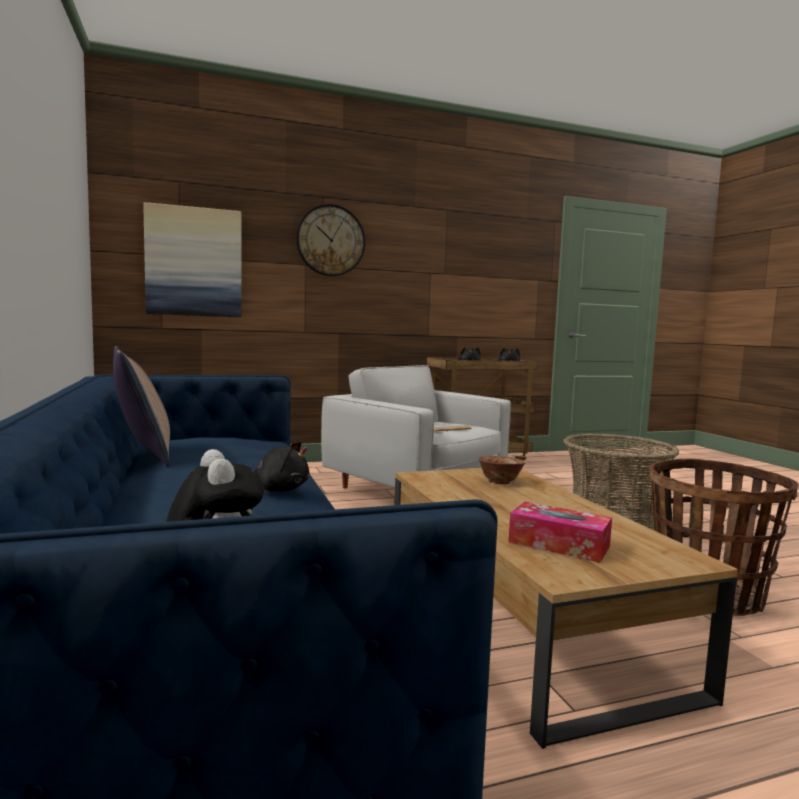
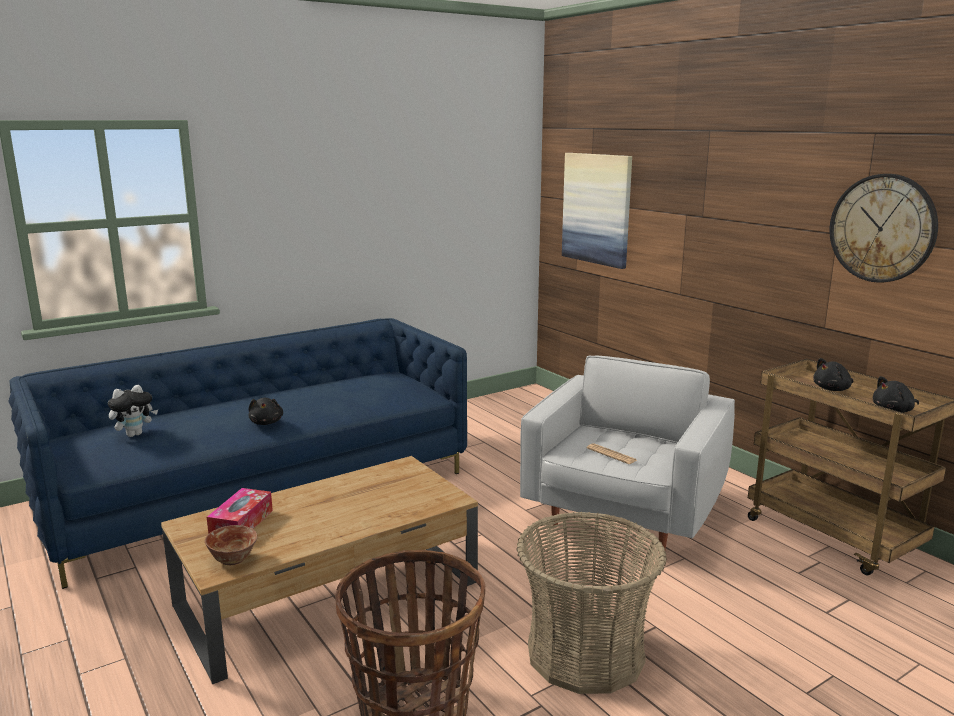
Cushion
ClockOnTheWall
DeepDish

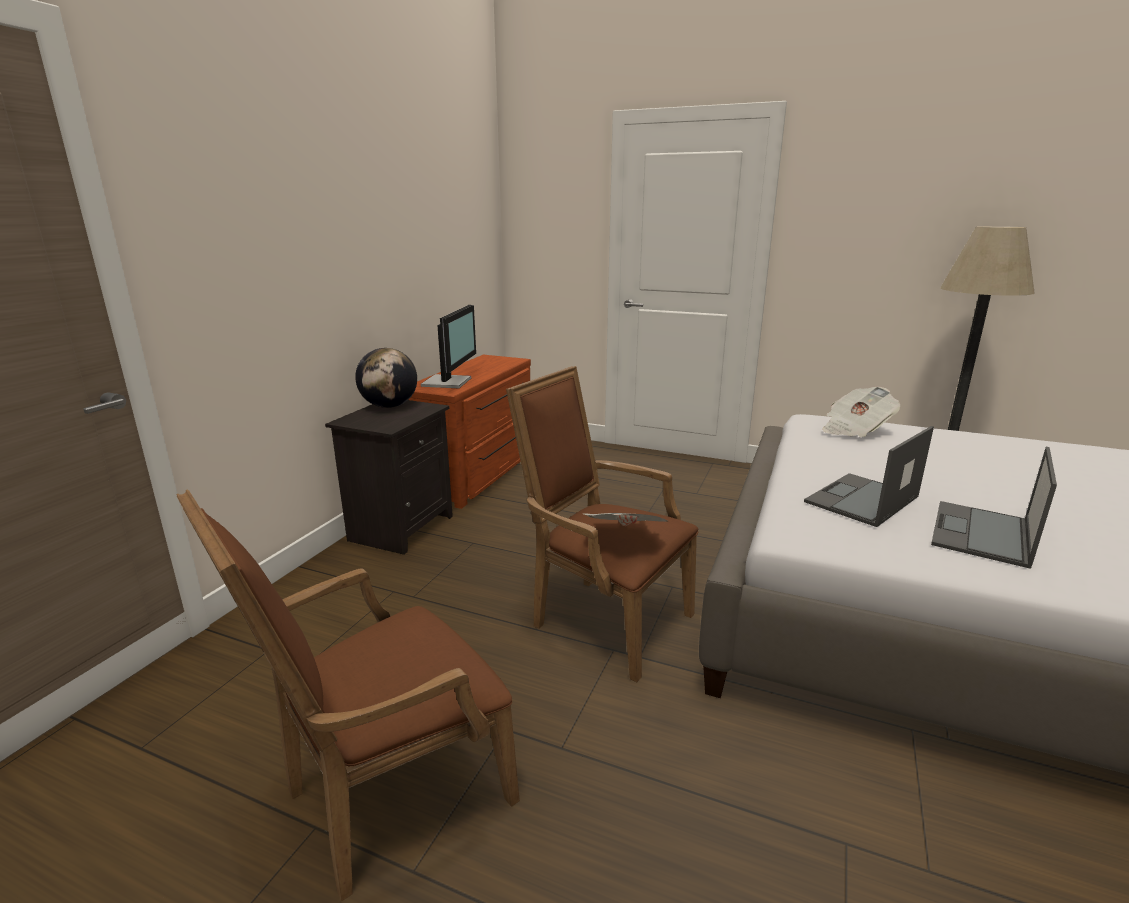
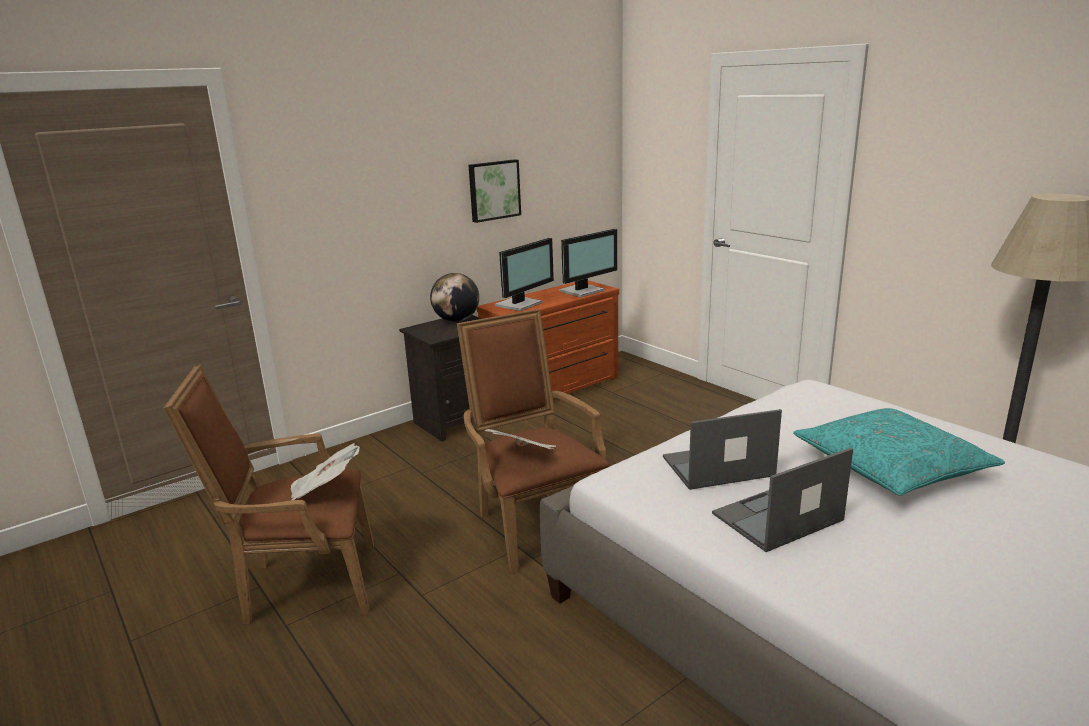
DailyPaper (1st from left)
WallPicture
Monitor (2nd from left)
BlueGreenCushion

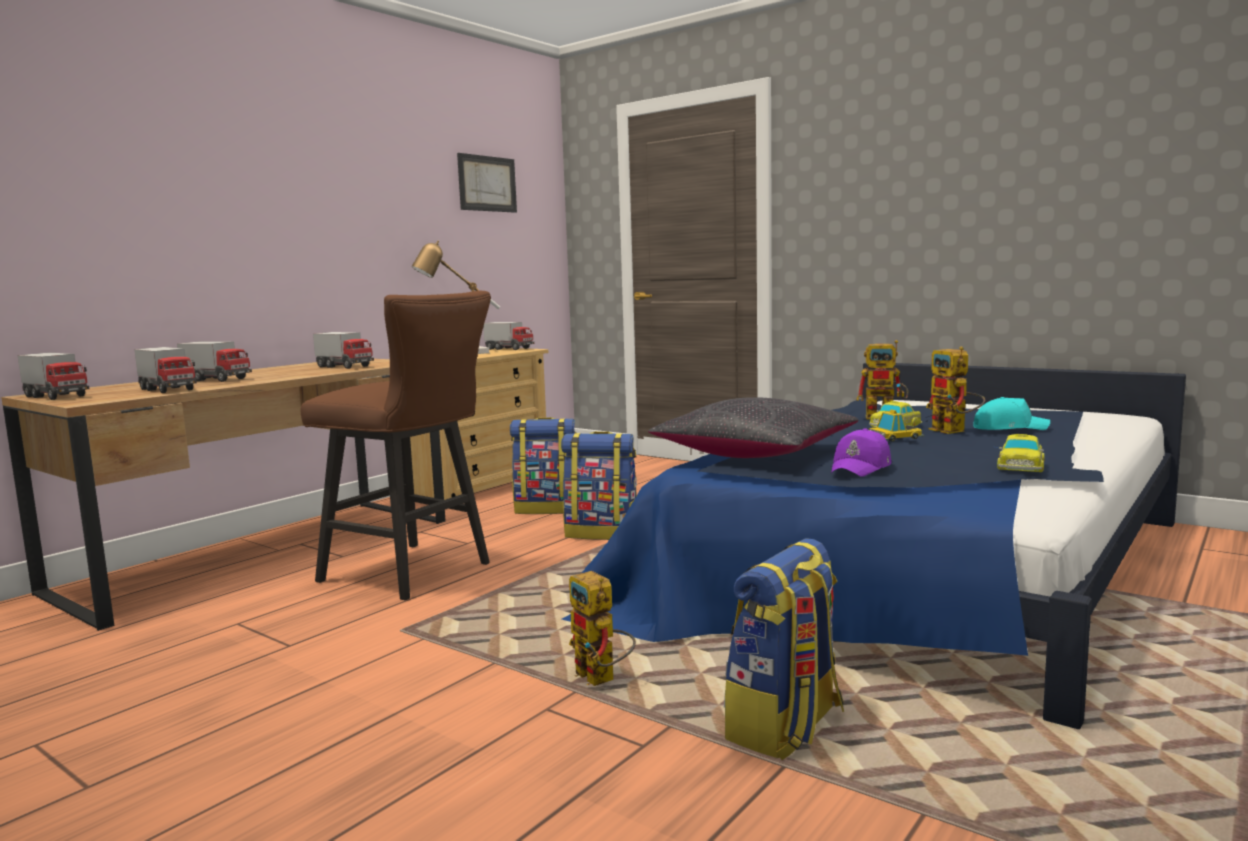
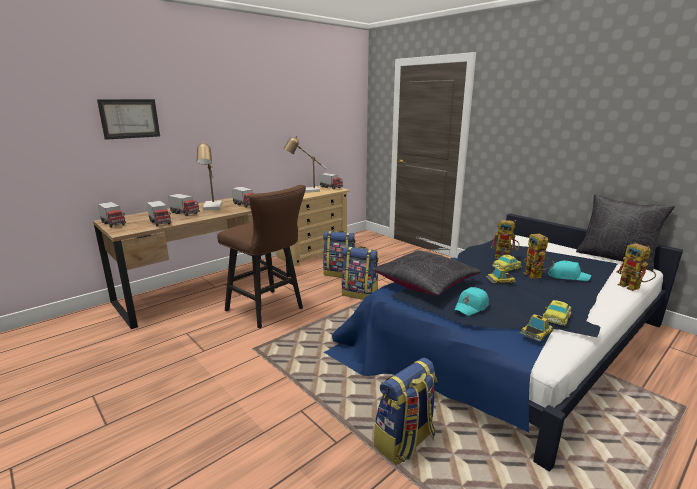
WallPicture
ToyRobot (3rd from left)
BlueGreenBaseballCap (1st from left)
LampForATable (1st from left)
ToyCar (3rd from left)
BlackishCushion (2nd from left)

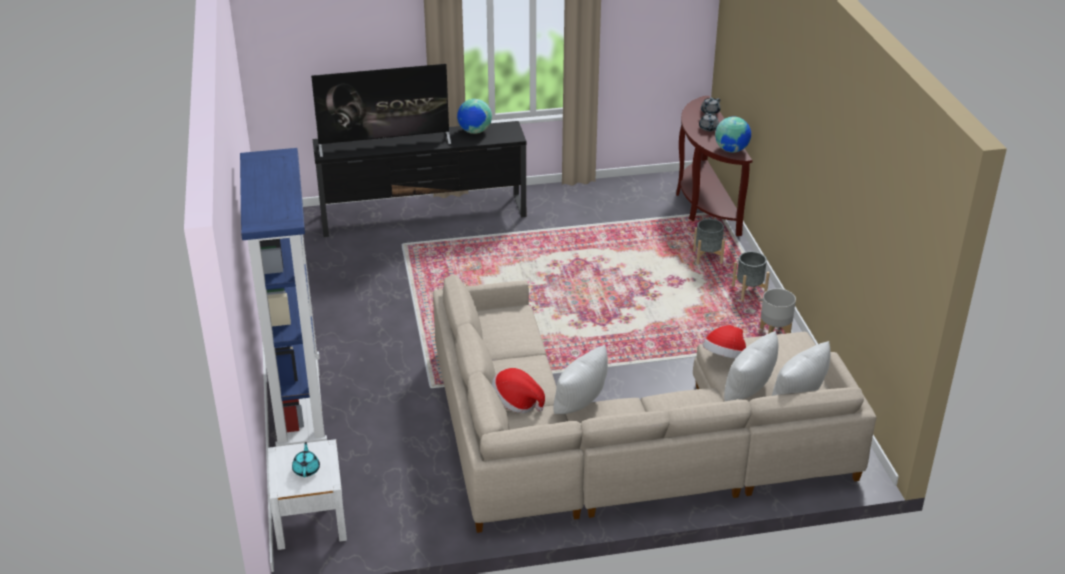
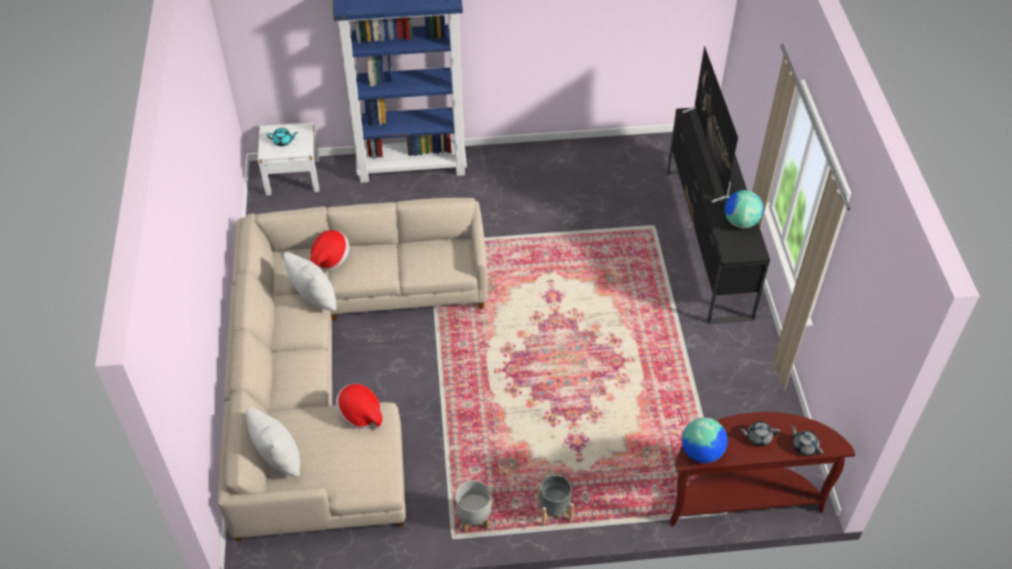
GreyFlowerPot (1st from left in the first image)
WhiteColouredCushion (2nd from left in the first image)

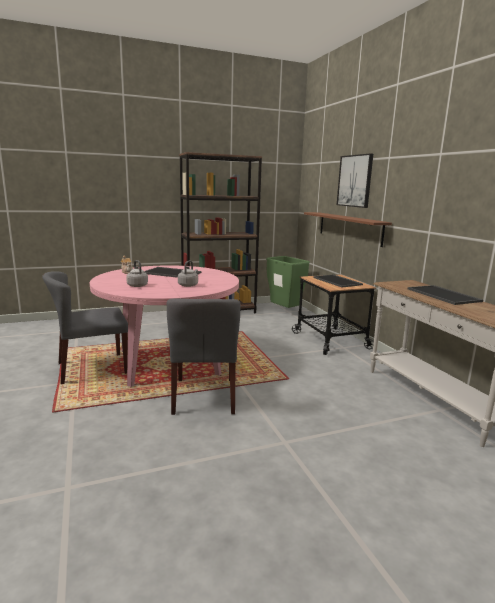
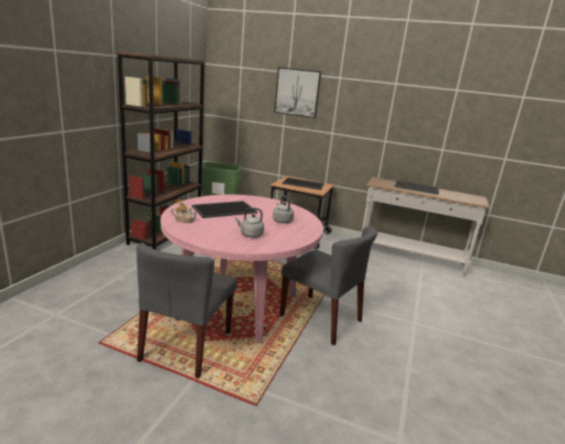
BrownShelf

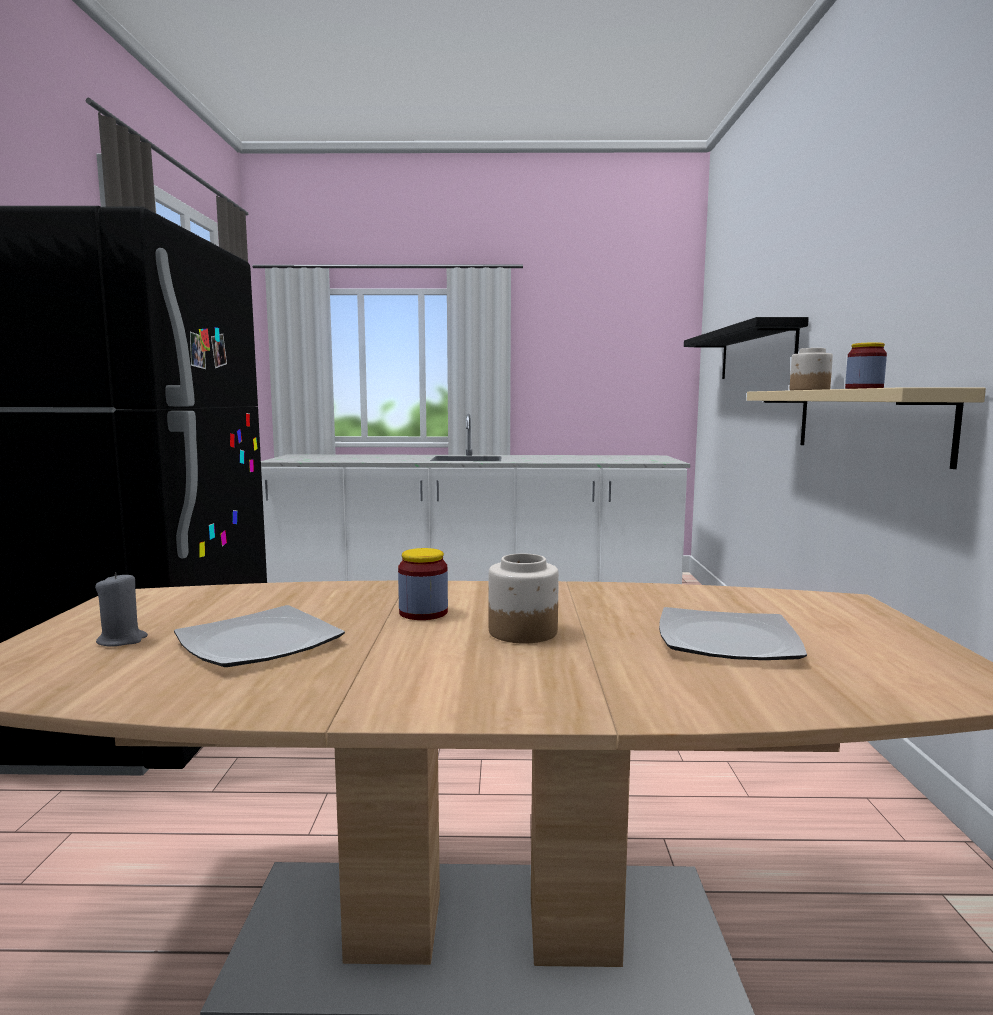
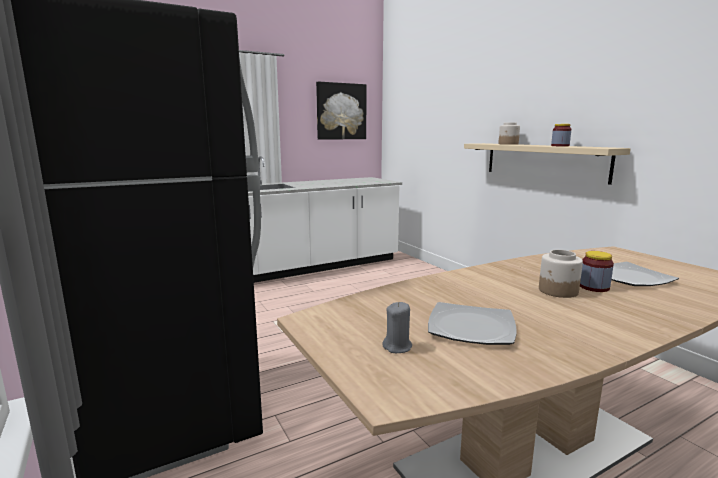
PreserveJar (4th from left)
BlackishShelf
WallPicture

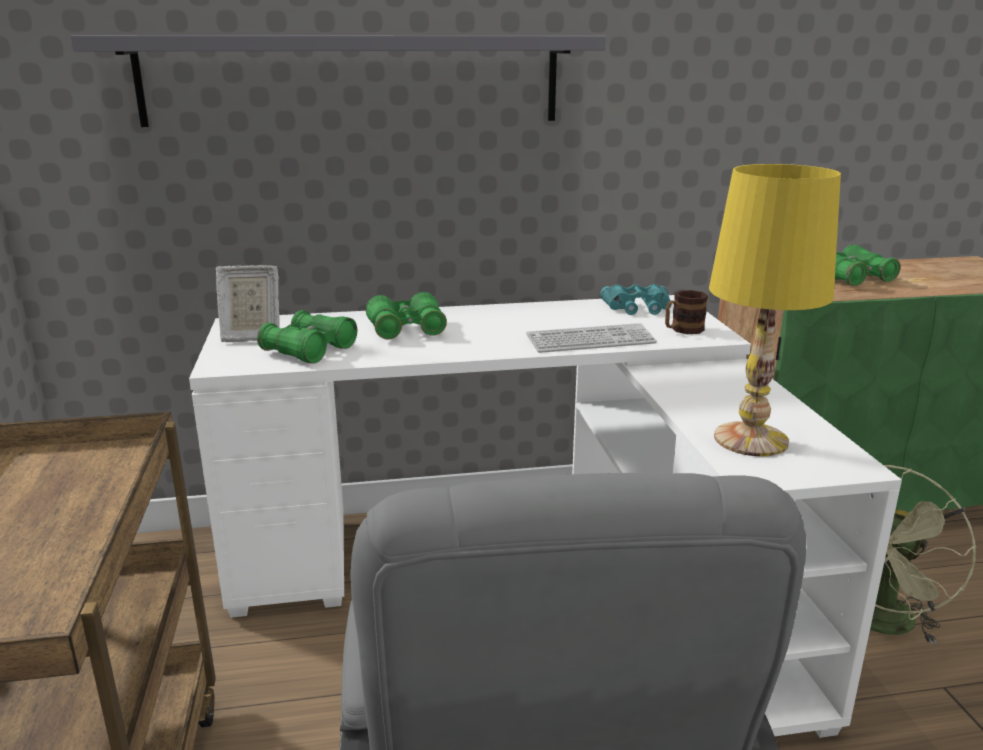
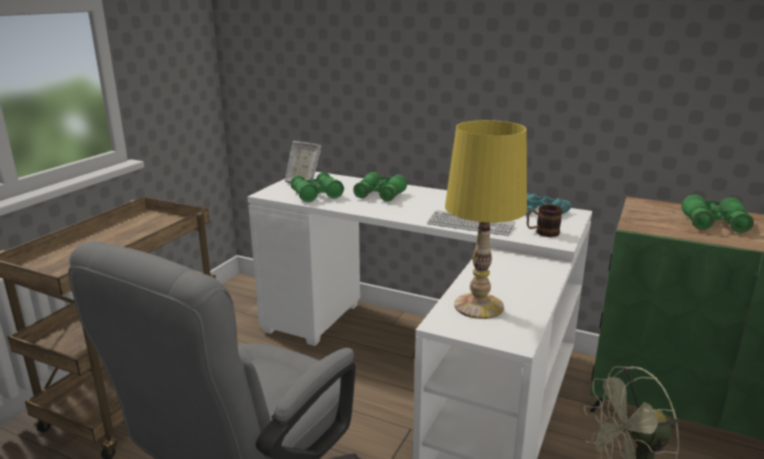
GreyShelf

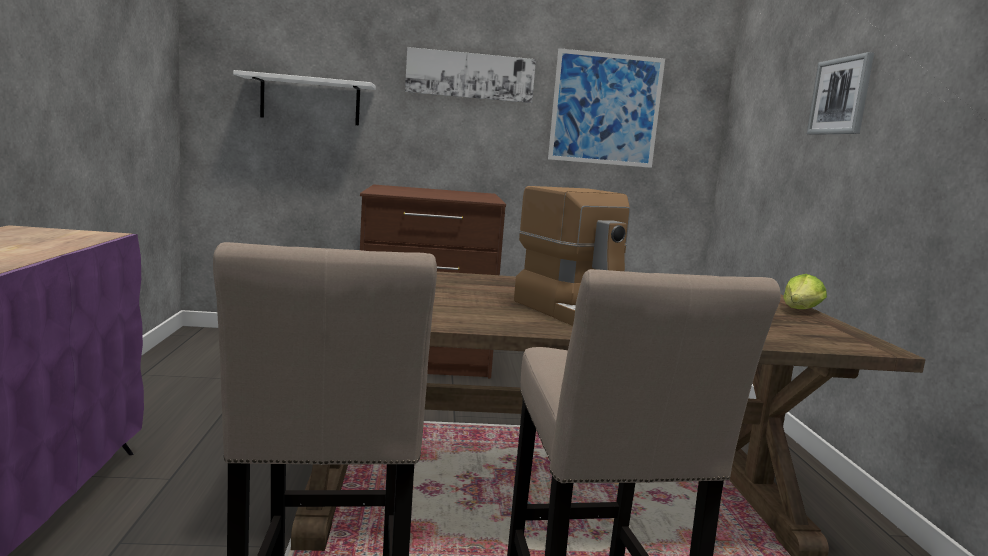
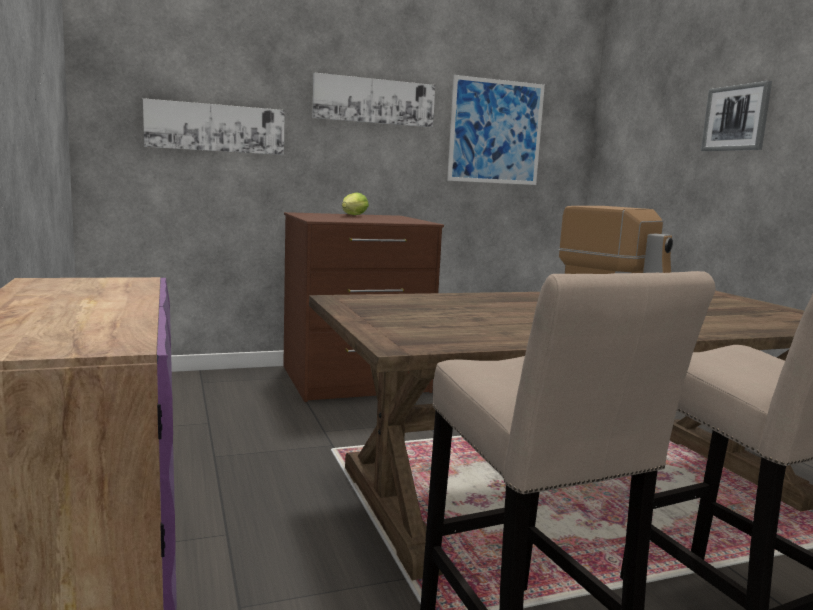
WallPicture (1st from left)
Lettuce

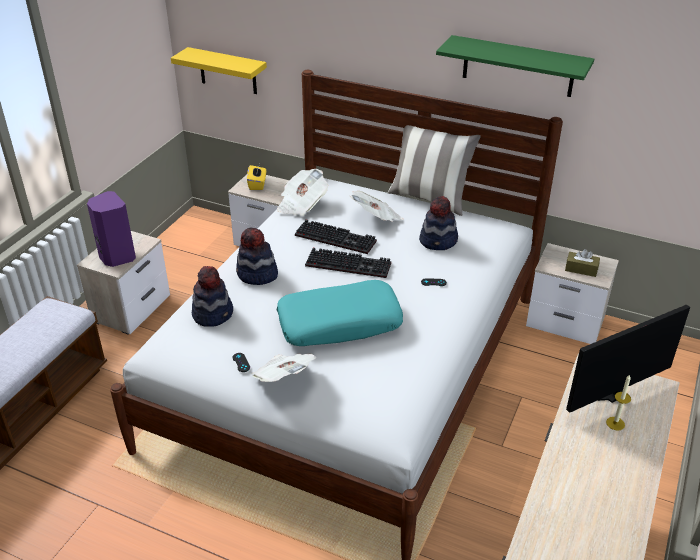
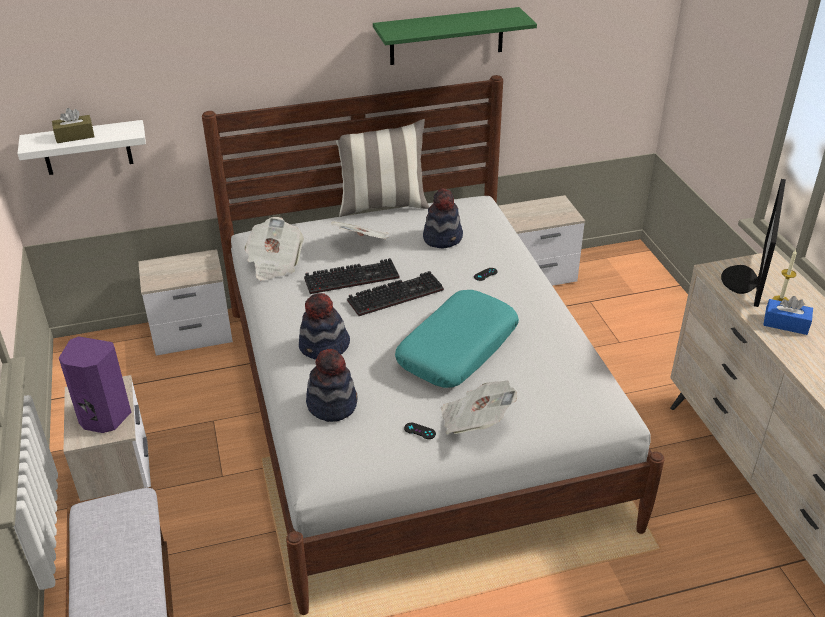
WhiteColouredShelf
YellowTissueHolder
BrownTissueHolder
BlueColouredTissueHolder

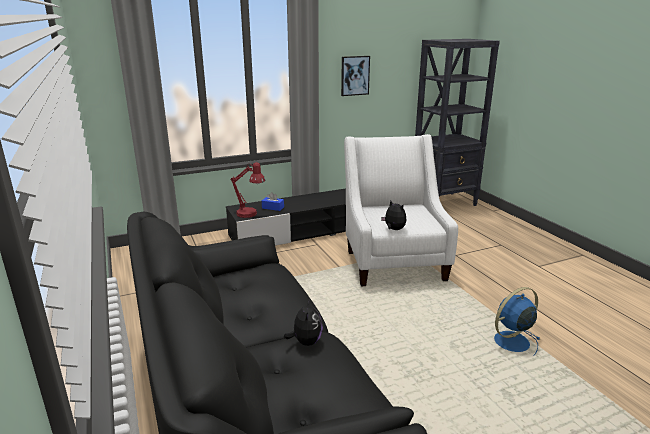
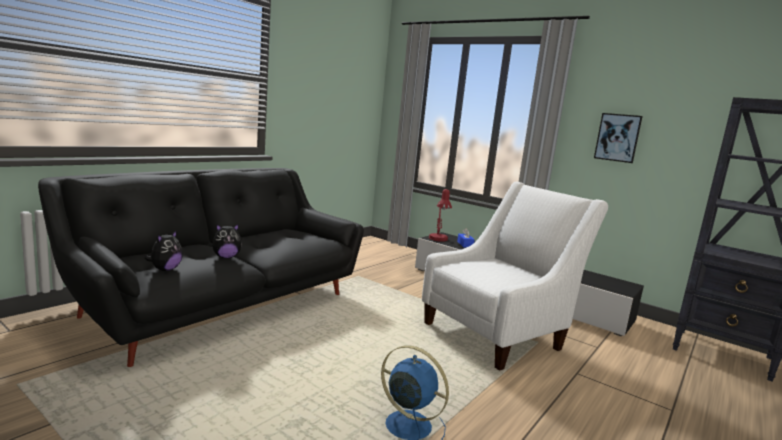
PlushToy (1st from left)

